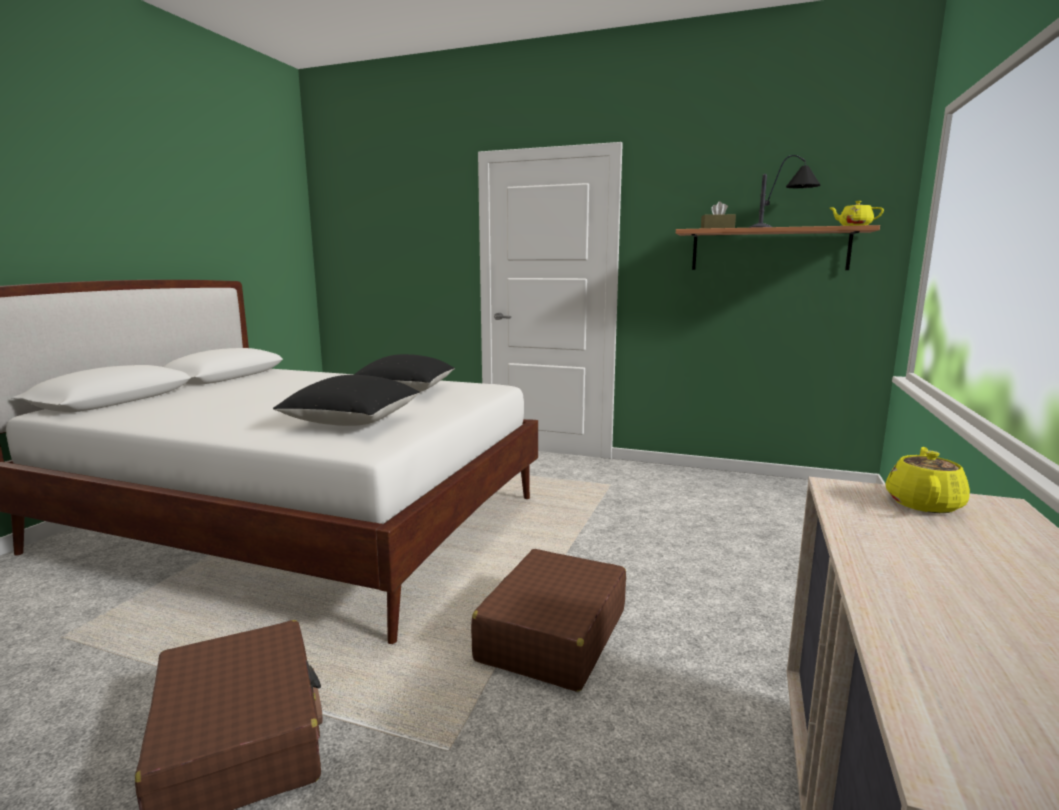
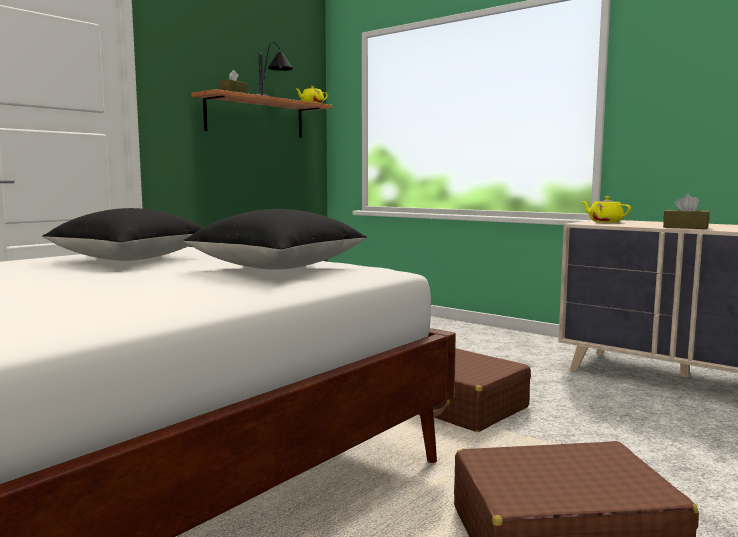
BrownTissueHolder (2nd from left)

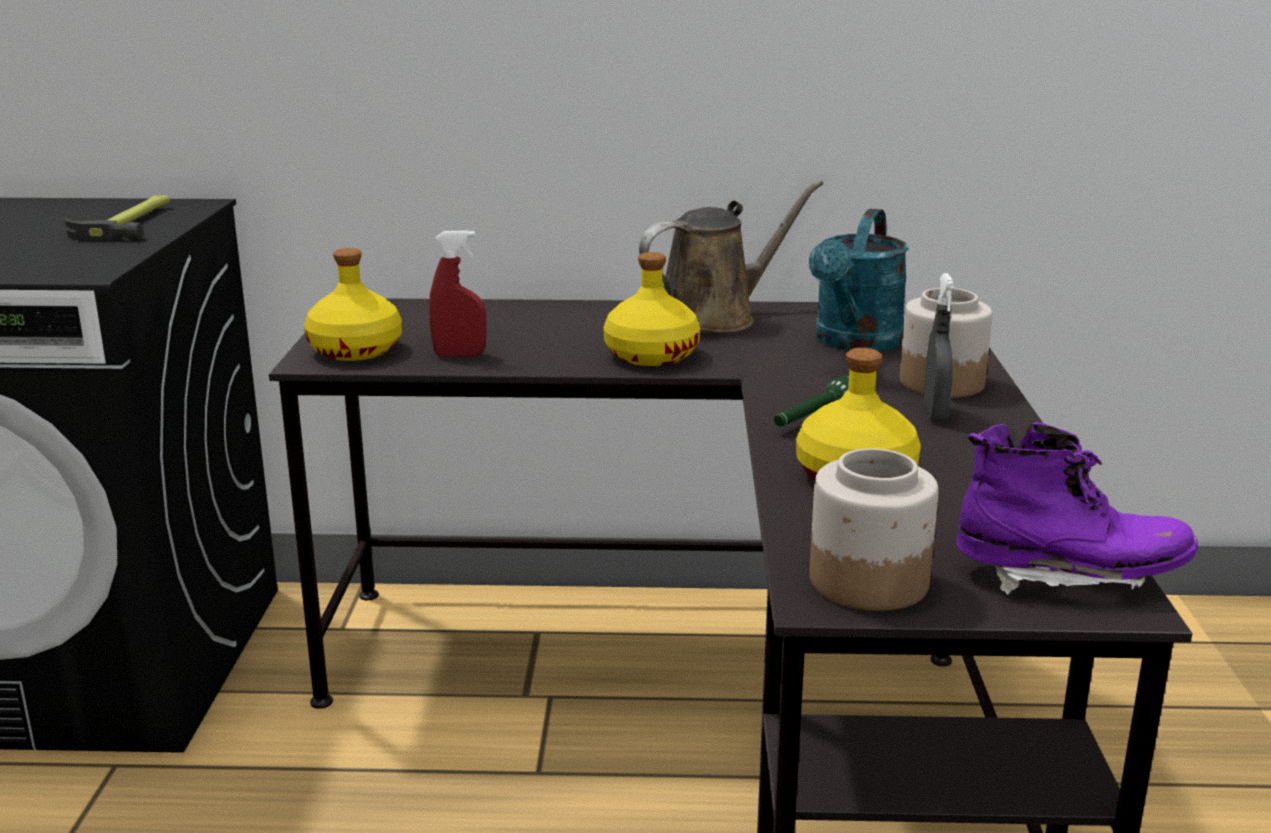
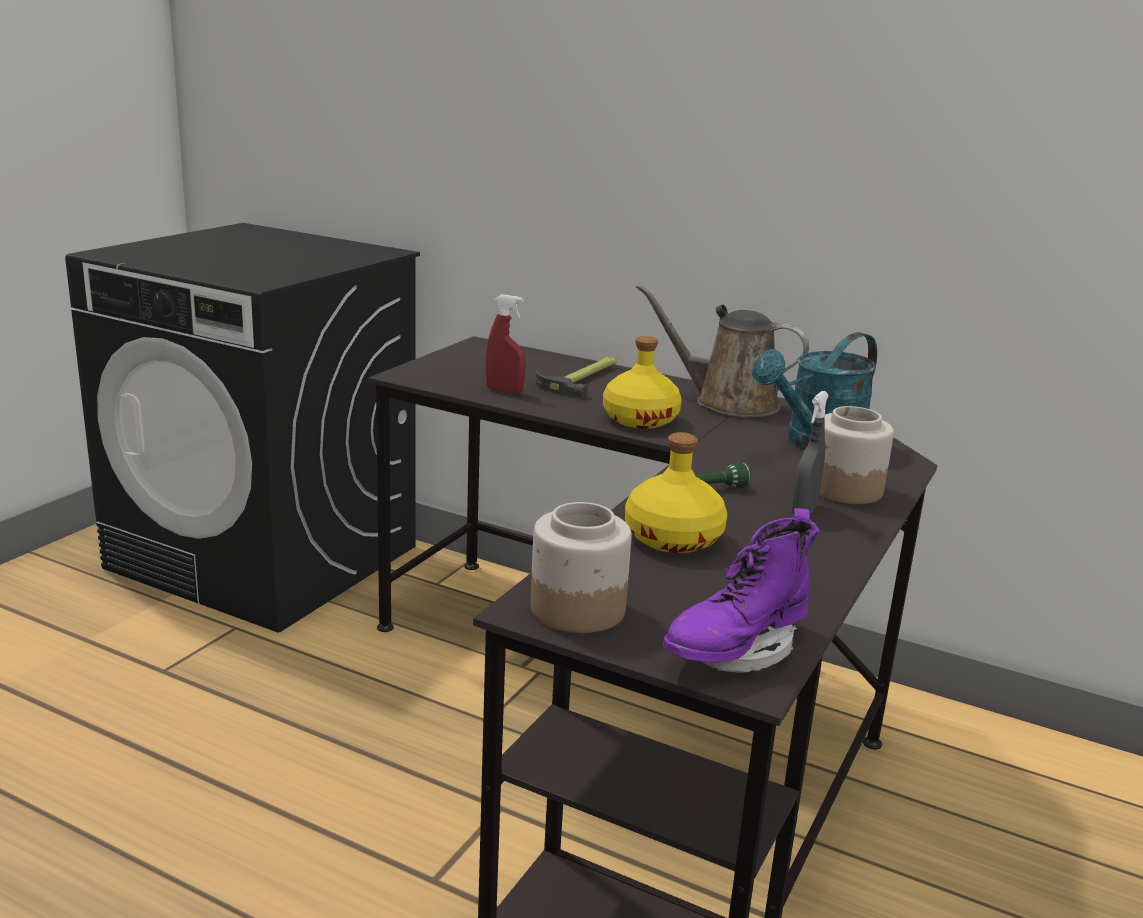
Hammer
YellowBeverageBottle (1st from left in the first image)
BrownWateringCan
PurplishTallBoot

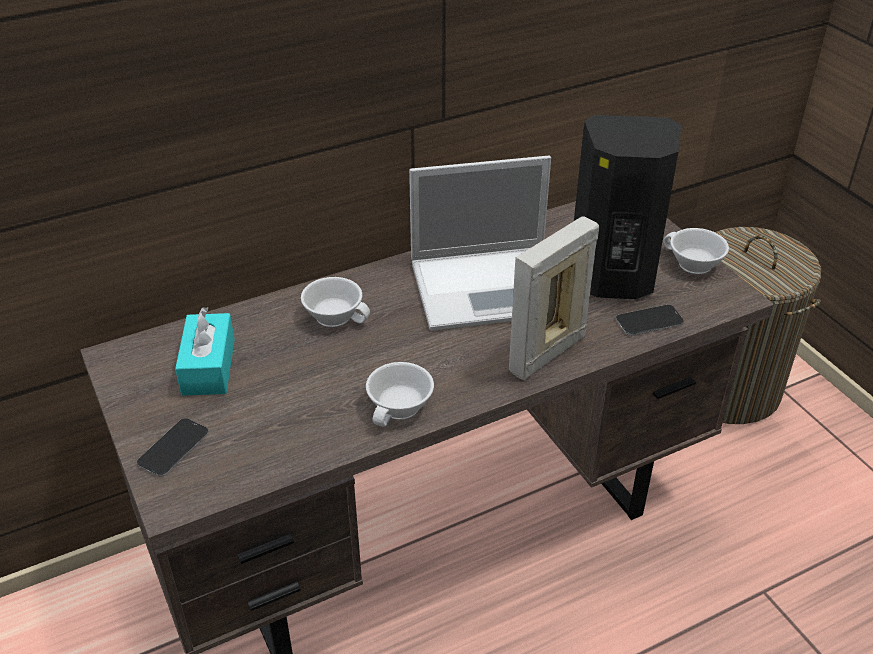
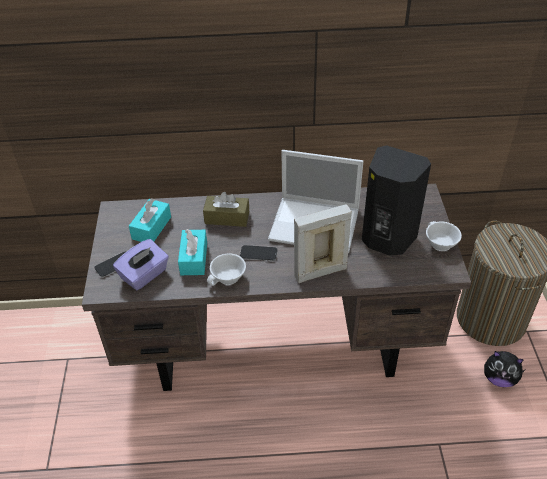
BrownTissueHolder
Telephone (2nd from left)
PurplishTissueHolder
BlueGreenTissueHolder (2nd from left)
PlushToy

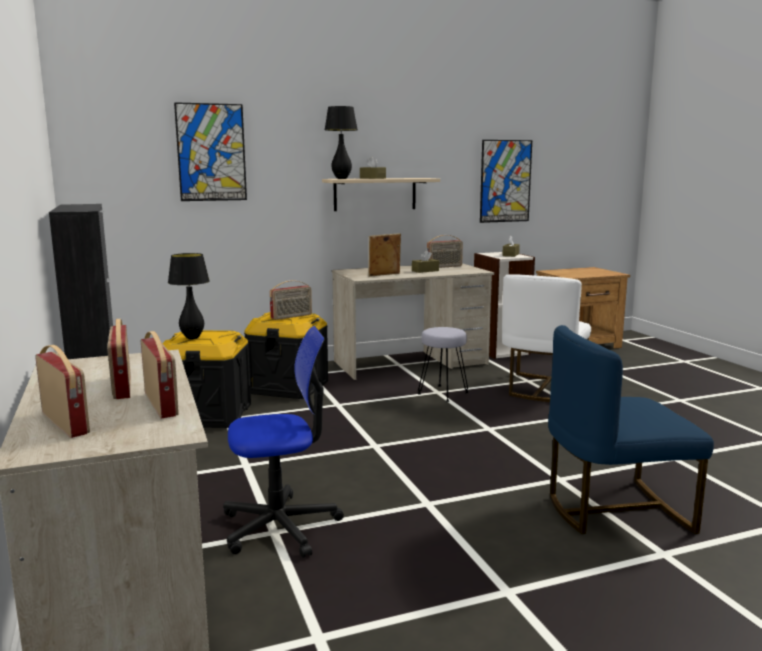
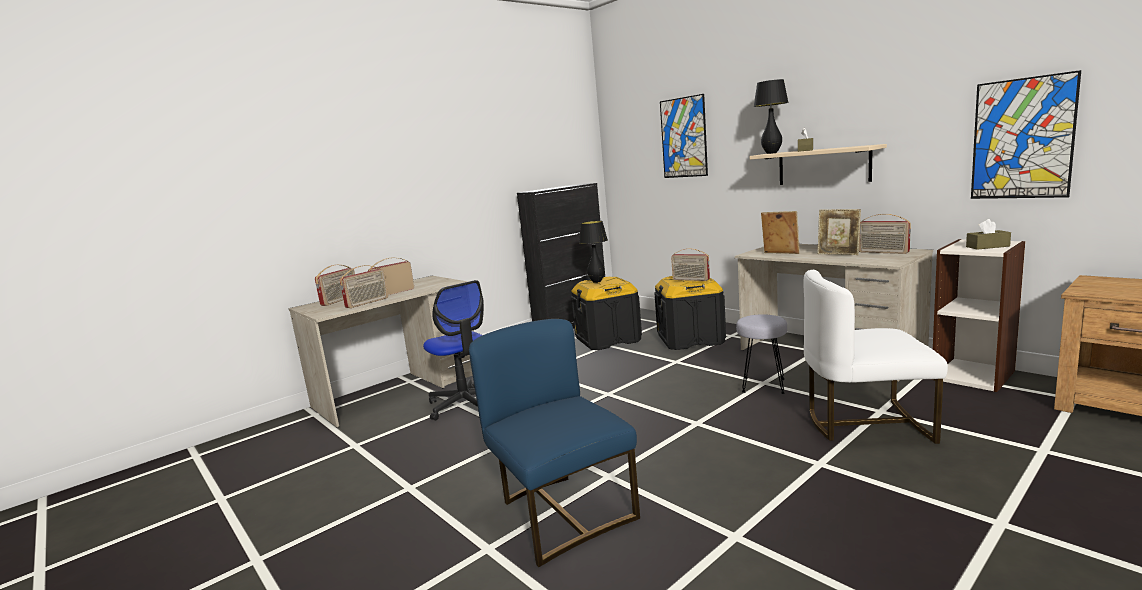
PhotoFrame (2nd from left)

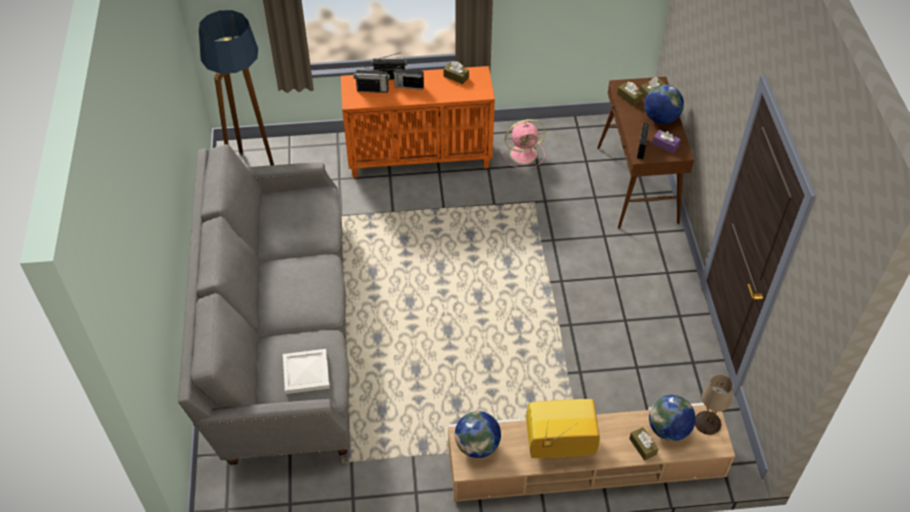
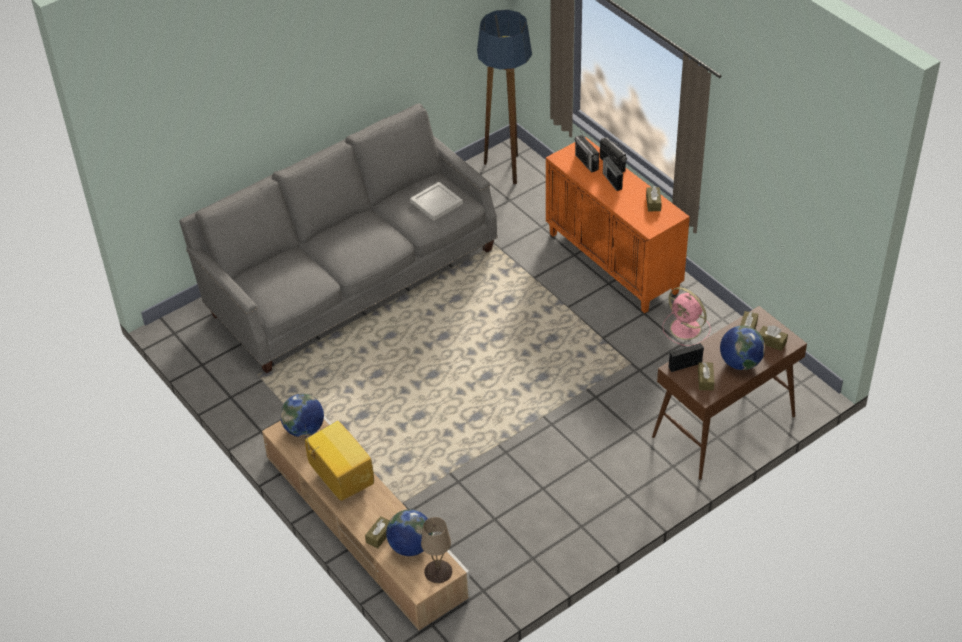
WhiteColouredCarryingTray
BrownTissueHolder (3rd from left)

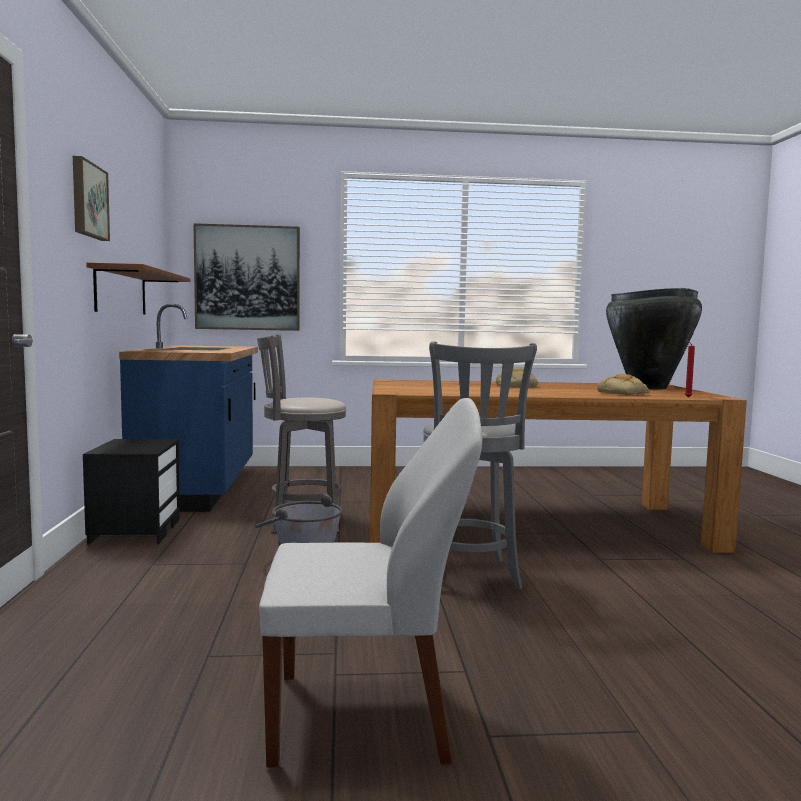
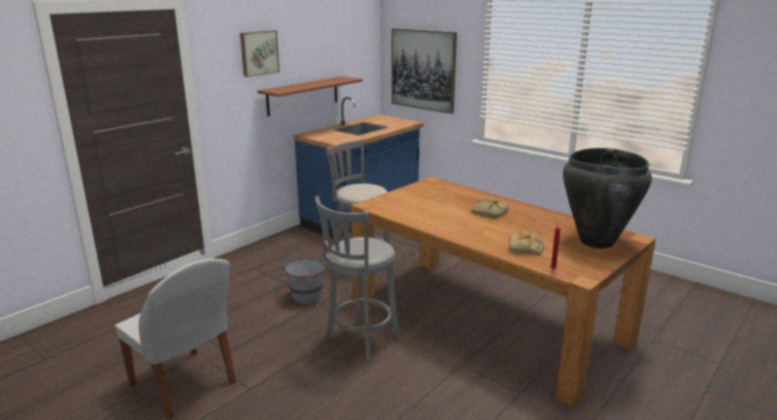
BlackishBedsideTable

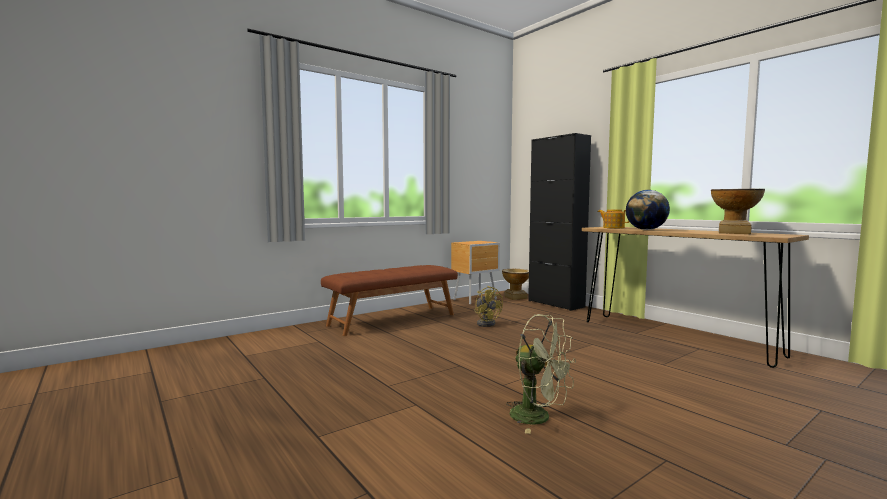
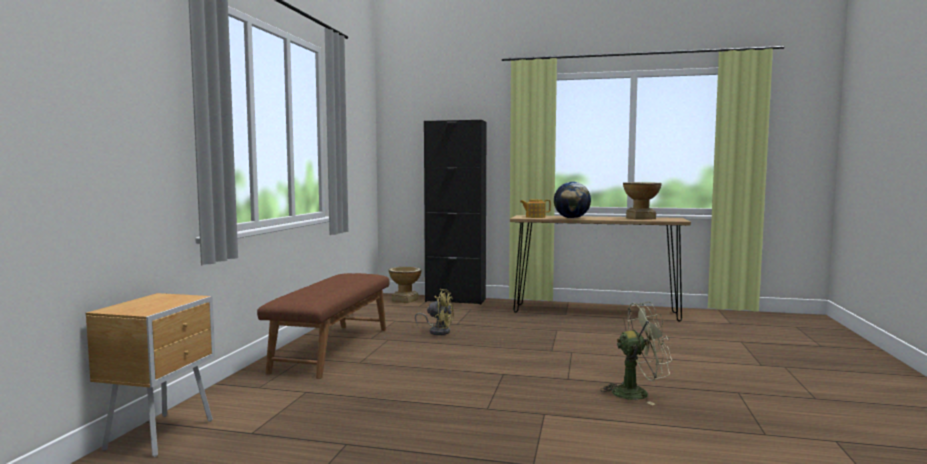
BrownBedsideTable

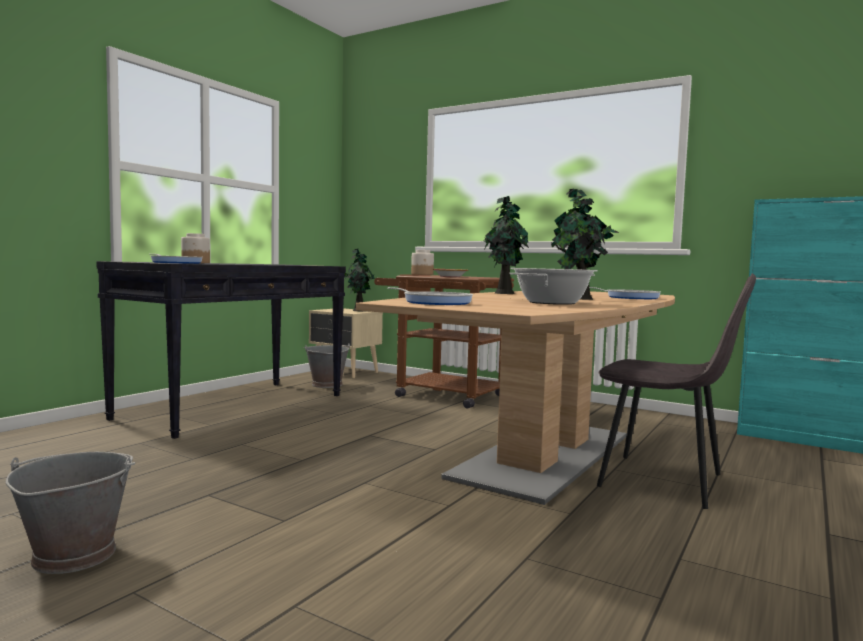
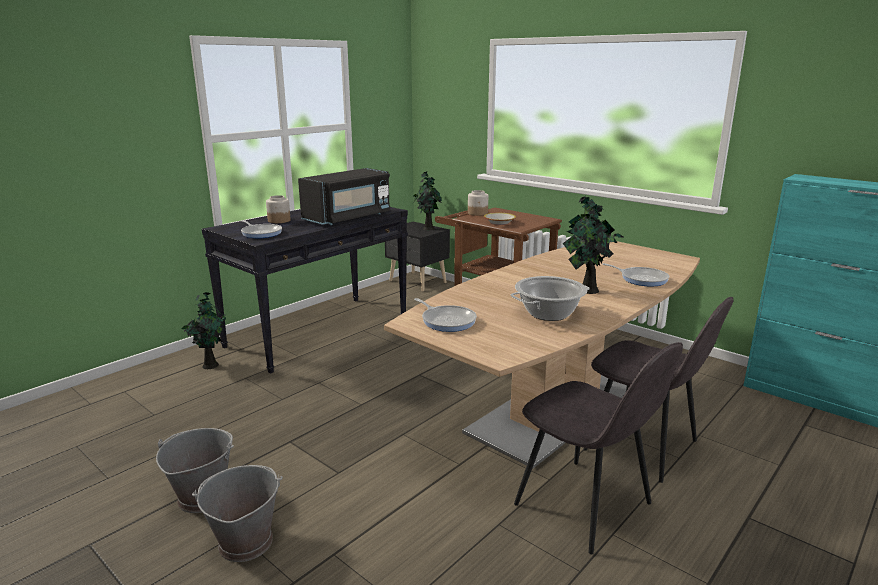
GreyWaterBucket (2nd from left)
BlackishBedsideTable
PottedPlant (1st from left)
BlackishKitchenMicrowave
GreyUprightChair (1st from left)

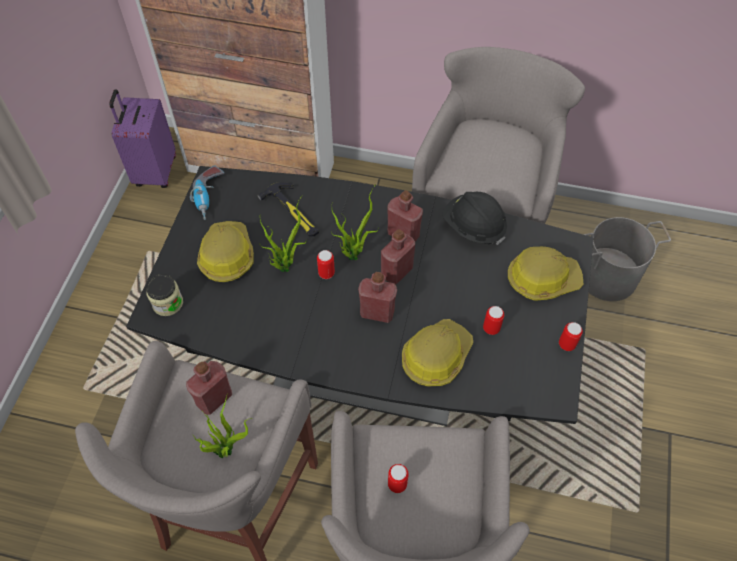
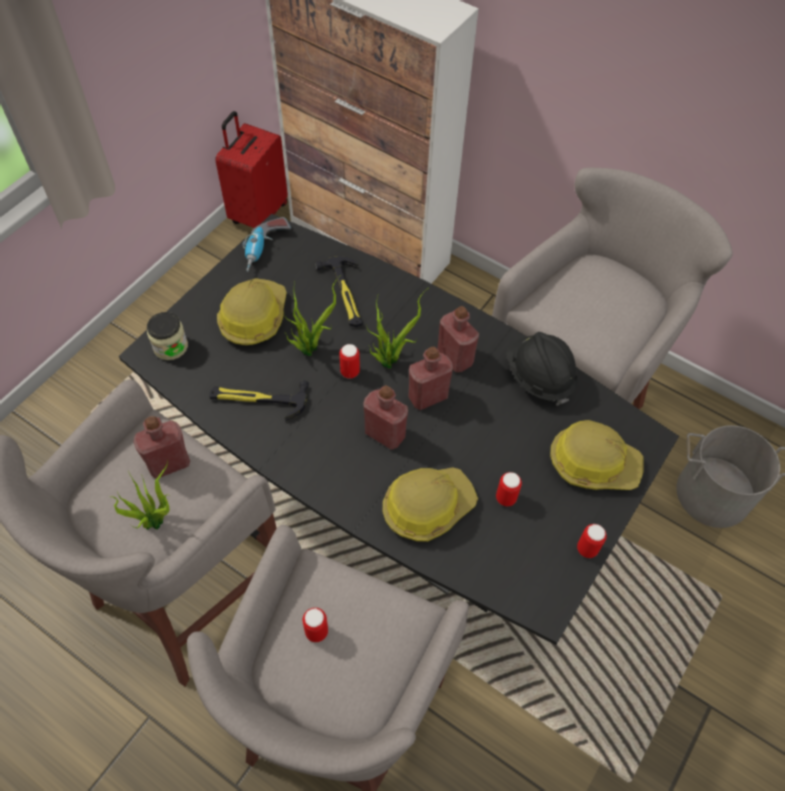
RedTravelCase
Hammer (1st from left)

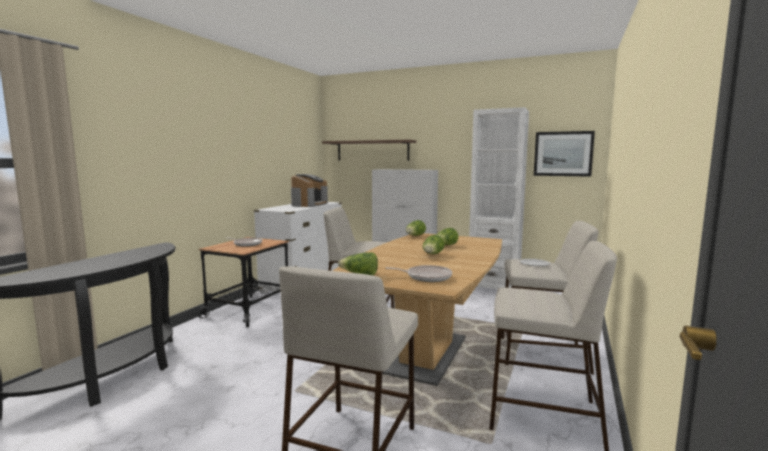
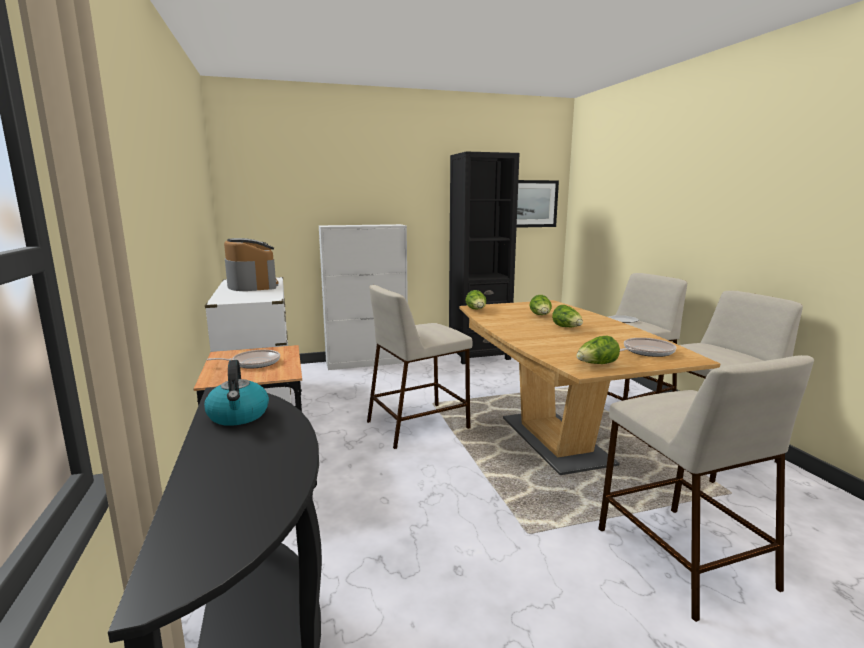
Shelf
BlackishBookshelf
TeaKettle

